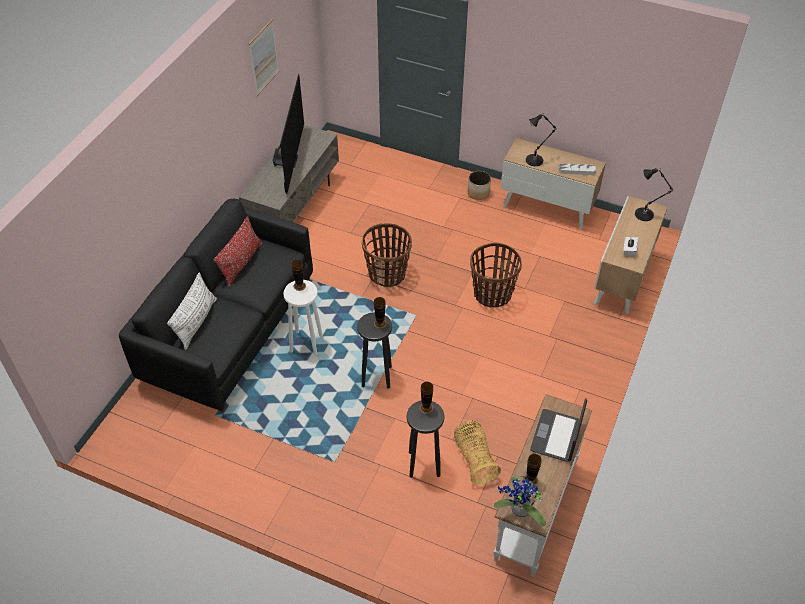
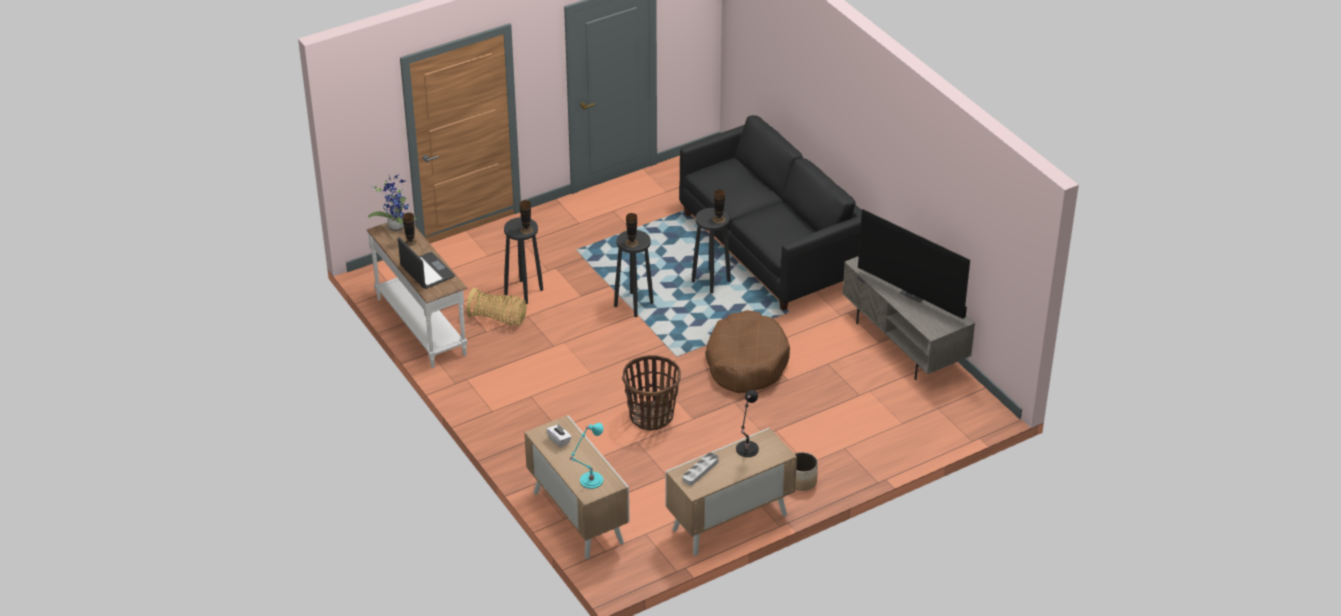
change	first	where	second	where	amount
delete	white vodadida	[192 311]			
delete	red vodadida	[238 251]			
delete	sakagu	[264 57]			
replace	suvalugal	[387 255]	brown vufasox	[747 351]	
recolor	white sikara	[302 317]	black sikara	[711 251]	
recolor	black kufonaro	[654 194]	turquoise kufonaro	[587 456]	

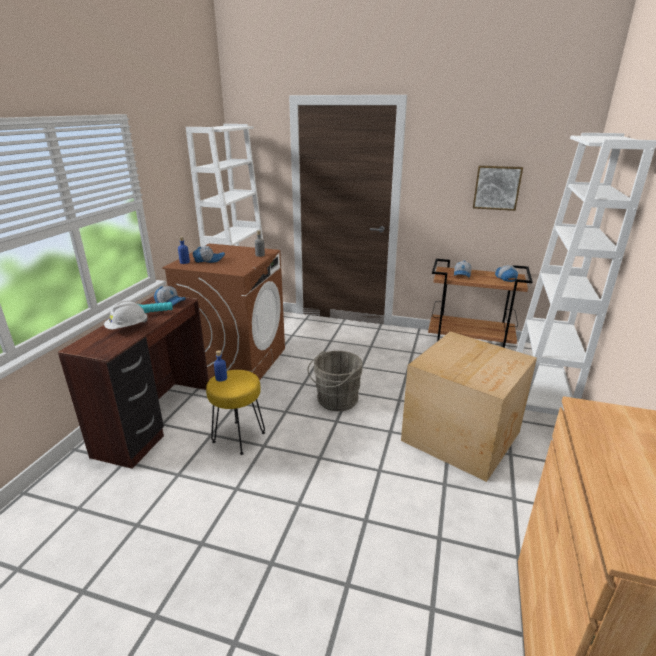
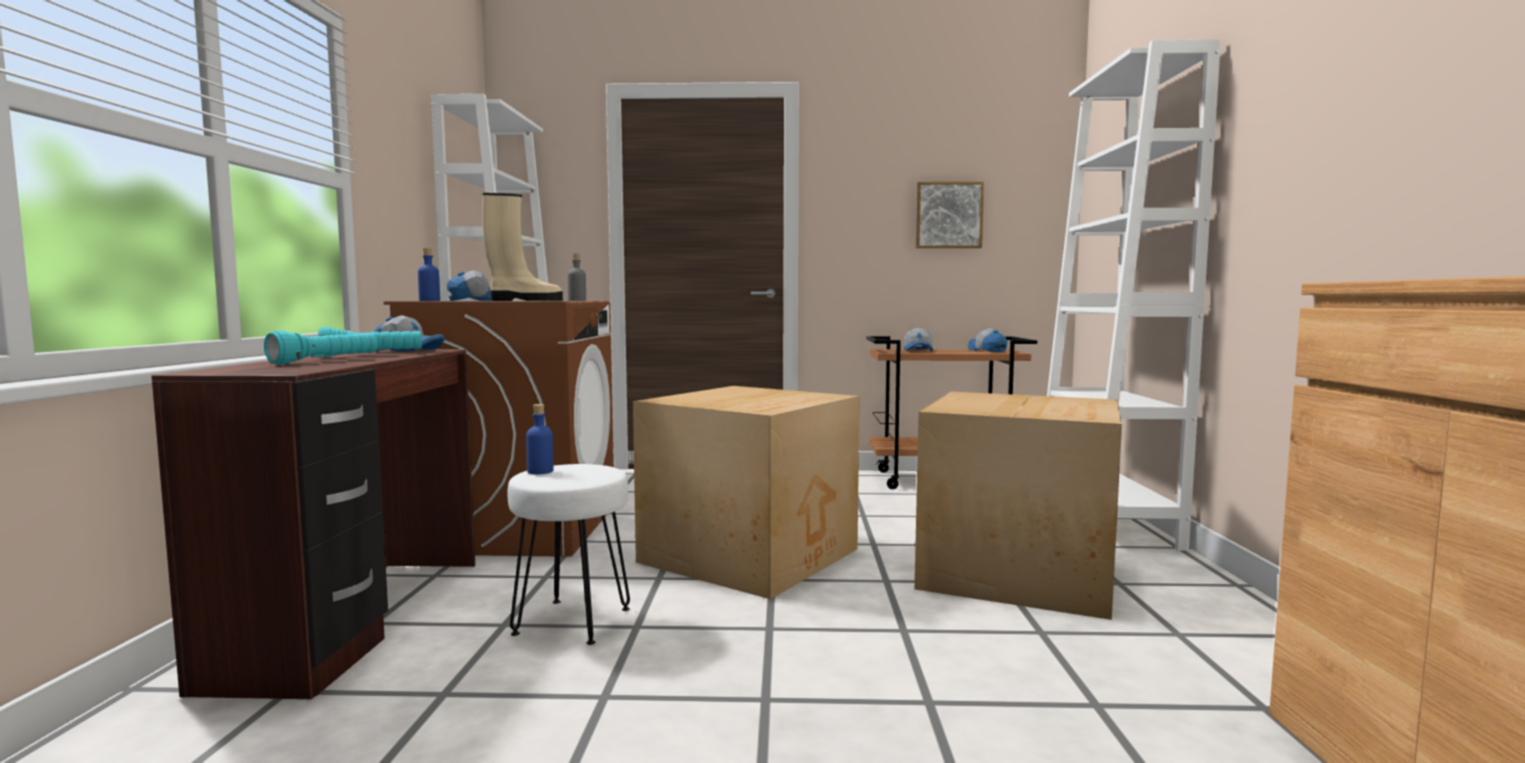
change	first	where	second	where	amount
insert			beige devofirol	[522 247]	
replace	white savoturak	[126 315]	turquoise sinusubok	[321 347]	
replace	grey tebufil	[335 381]	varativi	[746 492]	
recolor	yellow sikara	[235 412]	white sikara	[569 554]	

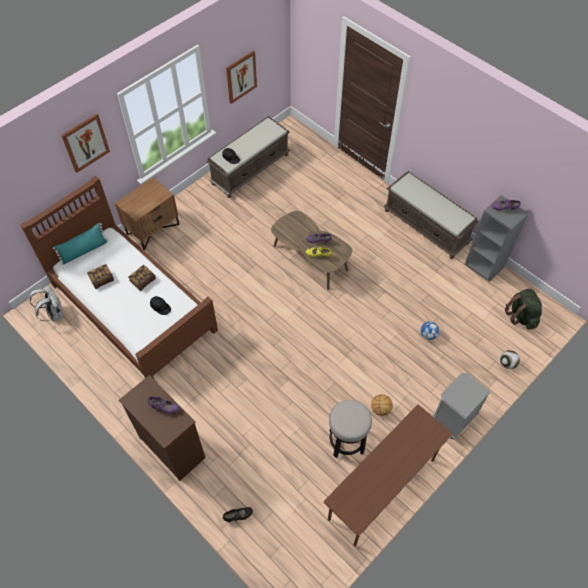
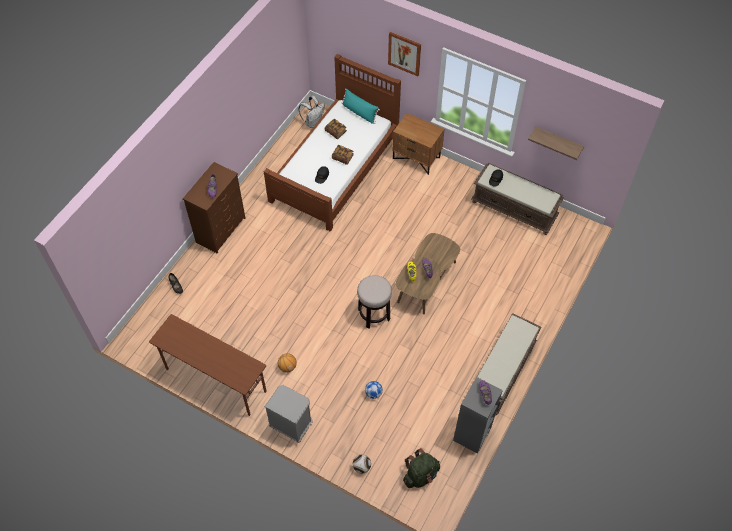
change	first	where	second	where	amount
move	sikara	[350 429]		[374 302]	
replace	sakagu	[241 77]	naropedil	[556 143]	

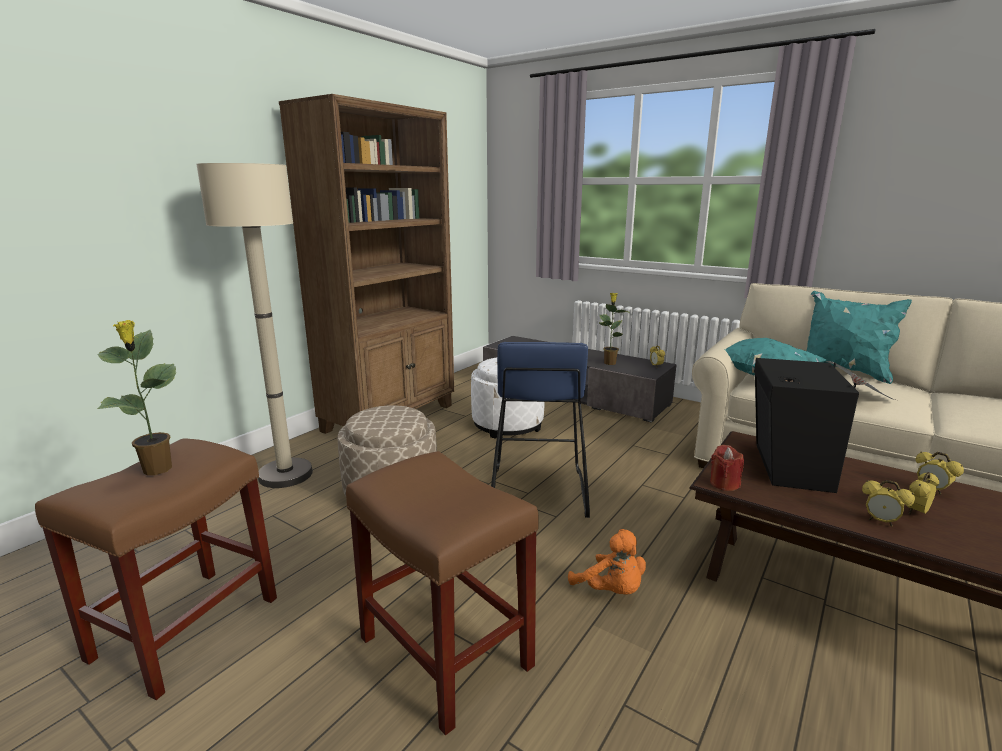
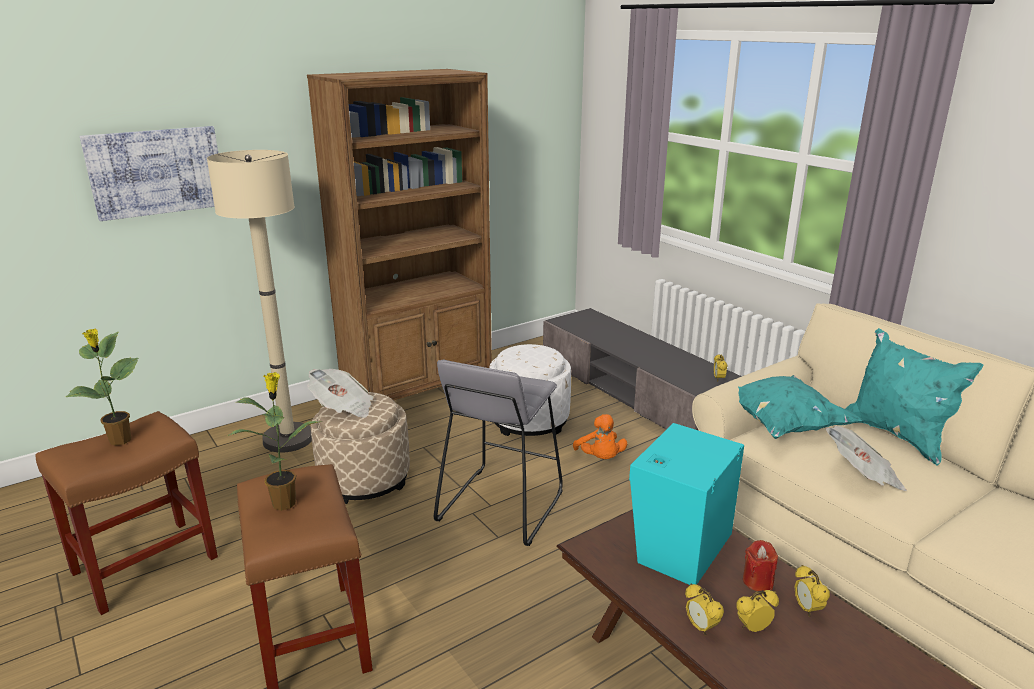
change	first	where	second	where	amount
insert			sakagu	[149 173]	
insert			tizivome	[340 393]	
move	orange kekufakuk	[607 562]		[600 436]	
move	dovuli	[614 329]		[274 441]	
move	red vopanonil	[727 468]		[760 565]	
recolor	blue sikara	[540 430]	grey sikara	[498 453]	
recolor	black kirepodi	[806 425]	turquoise kirepodi	[686 504]	

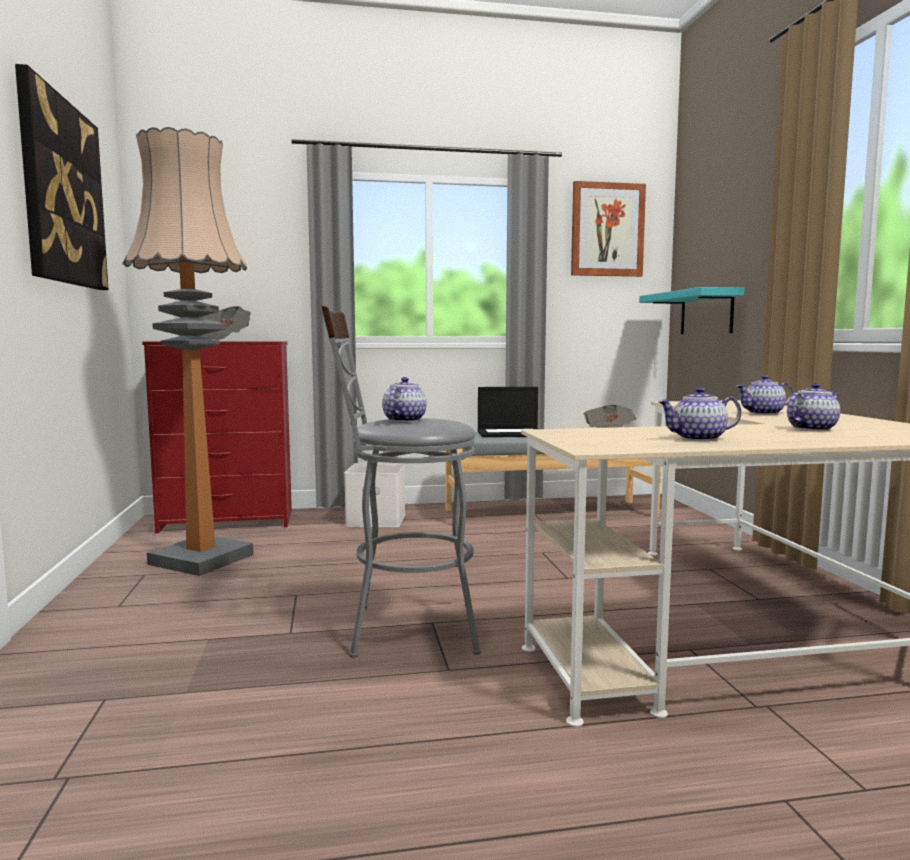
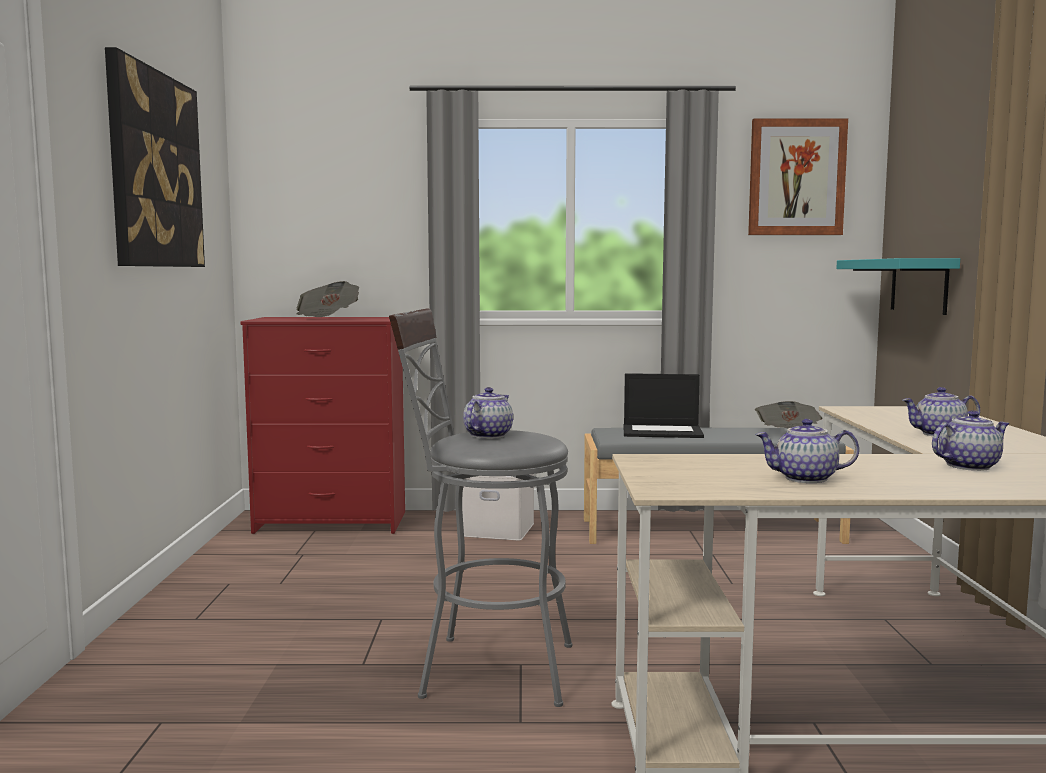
change	first	where	second	where	amount
delete	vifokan	[187 351]			

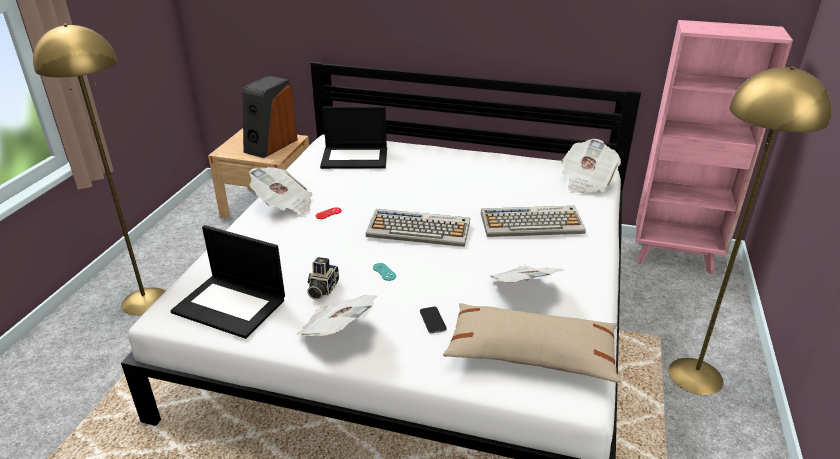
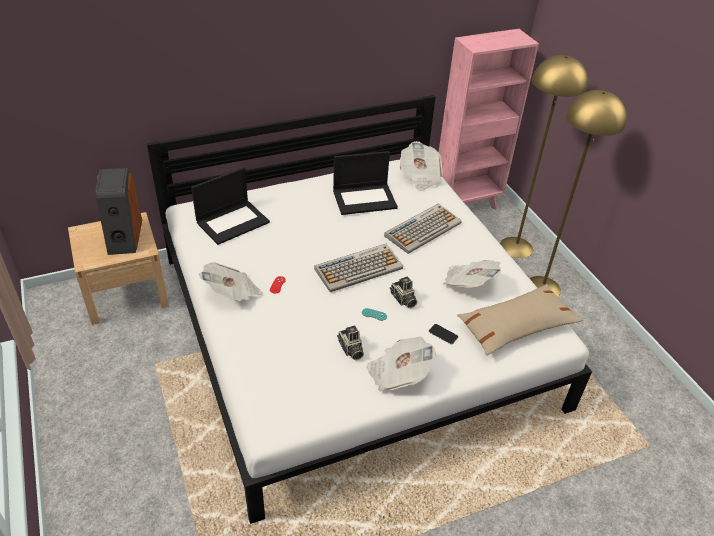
change	first	where	second	where	amount
insert			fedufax	[403 292]	
move	yellow vifokan	[99 170]		[544 156]	
move	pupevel	[227 282]		[365 183]	

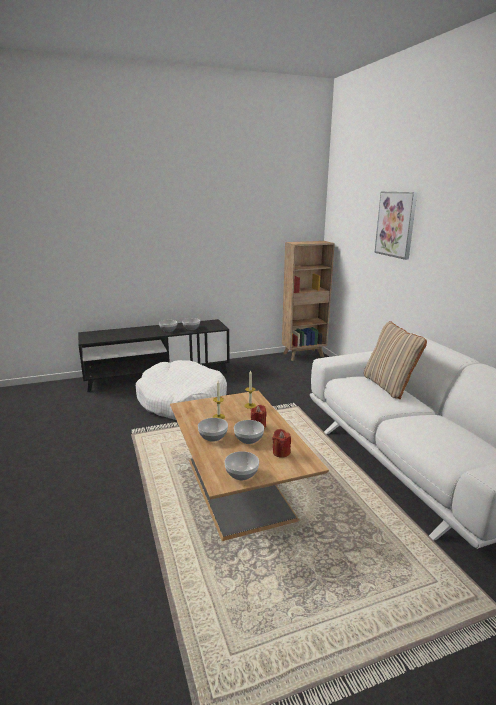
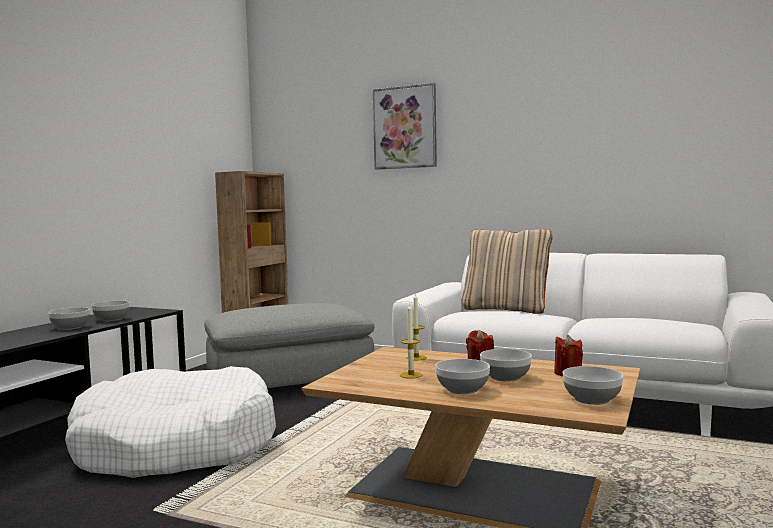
change	first	where	second	where	amount
insert			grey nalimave	[289 345]	

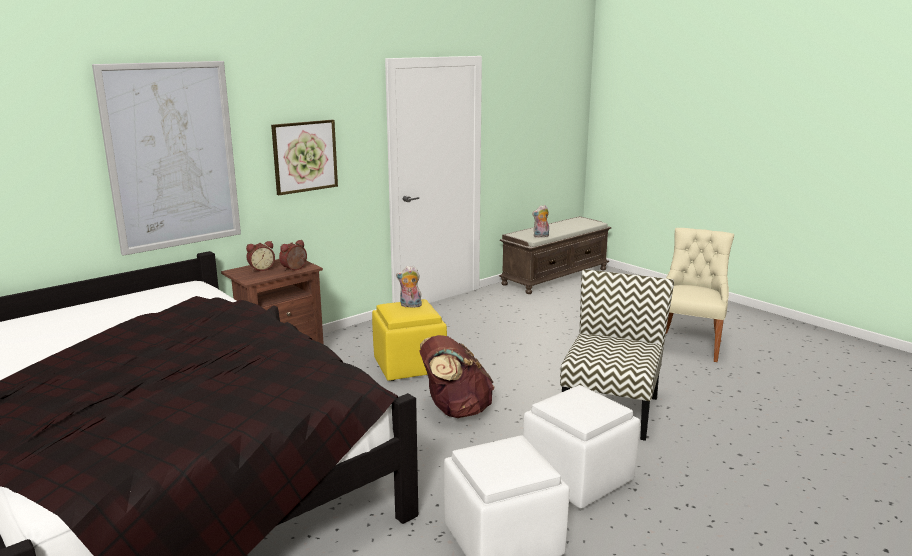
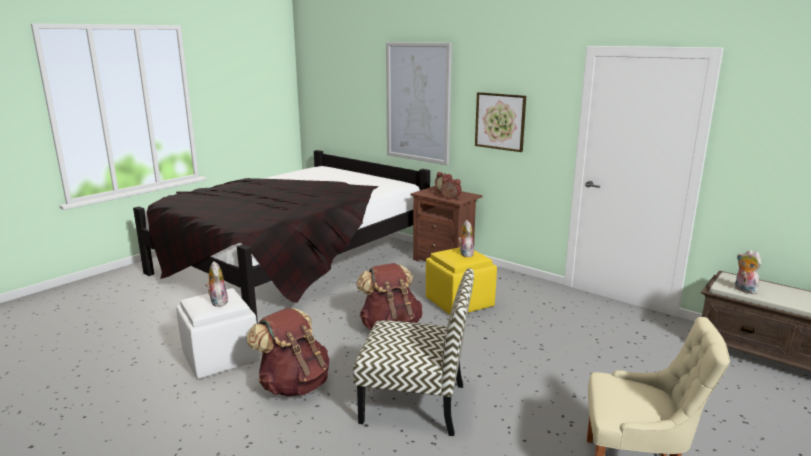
change	first	where	second	where	amount
insert			kekufakuk	[216 284]	
replace	white nalimave	[581 447]	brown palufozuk	[288 352]	

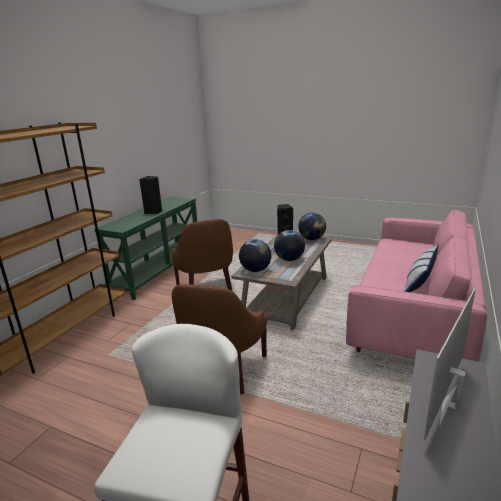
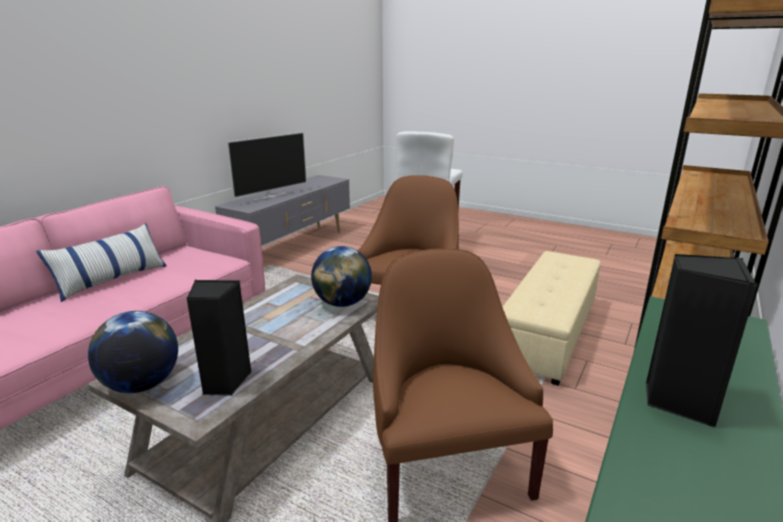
change	first	where	second	where	amount
delete	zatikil	[289 245]			
insert			beige nalimave	[552 318]	

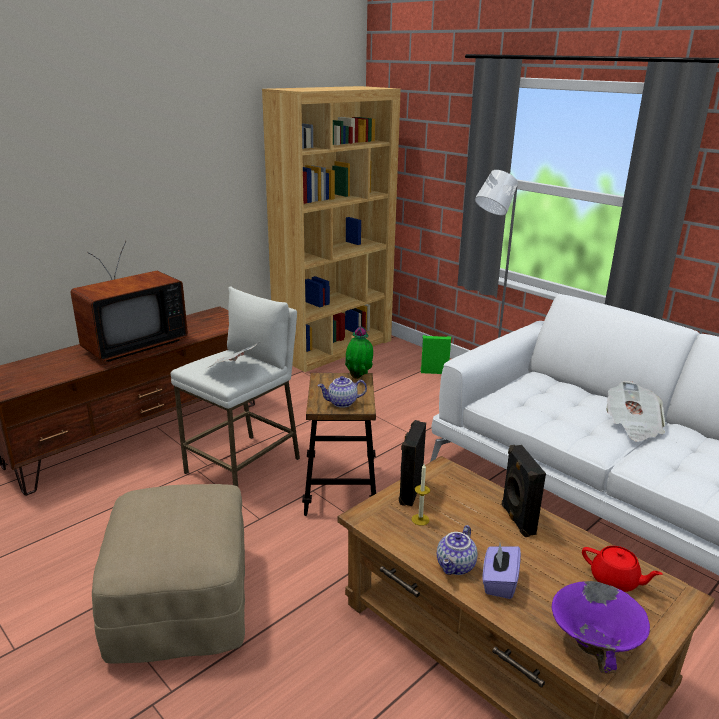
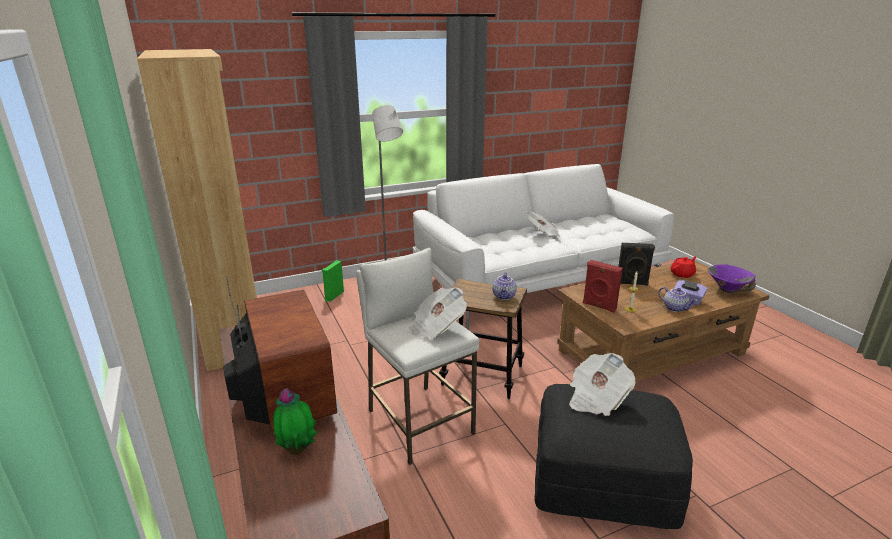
change	first	where	second	where	amount
insert			tizivome	[603 384]	
move	dovuli	[359 352]		[295 421]	
recolor	beige nalimave	[168 573]	black nalimave	[614 456]	
recolor	black kirepodi	[412 463]	red kirepodi	[603 286]	

